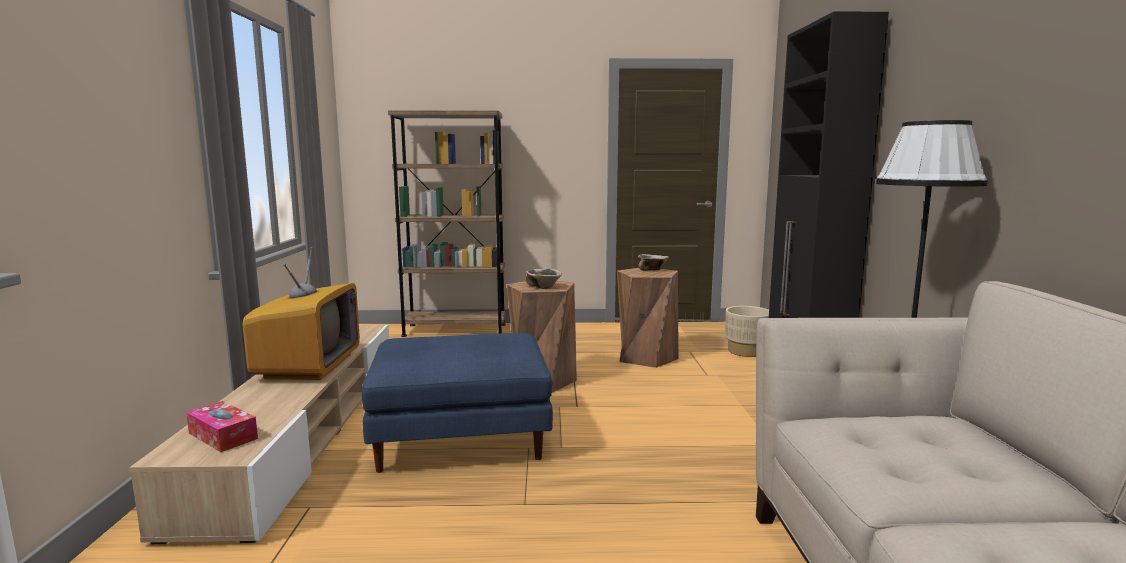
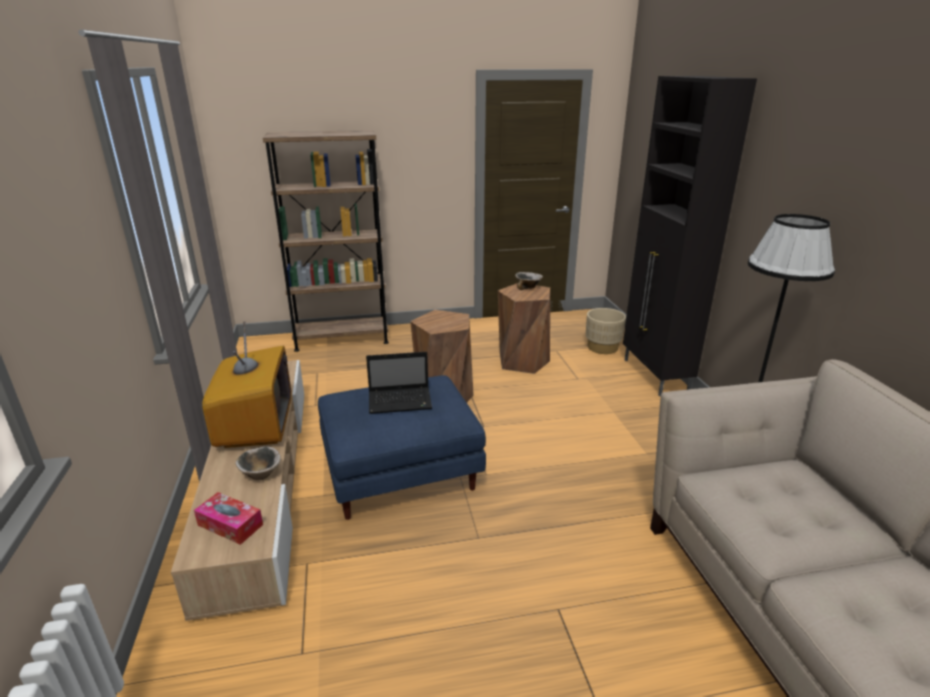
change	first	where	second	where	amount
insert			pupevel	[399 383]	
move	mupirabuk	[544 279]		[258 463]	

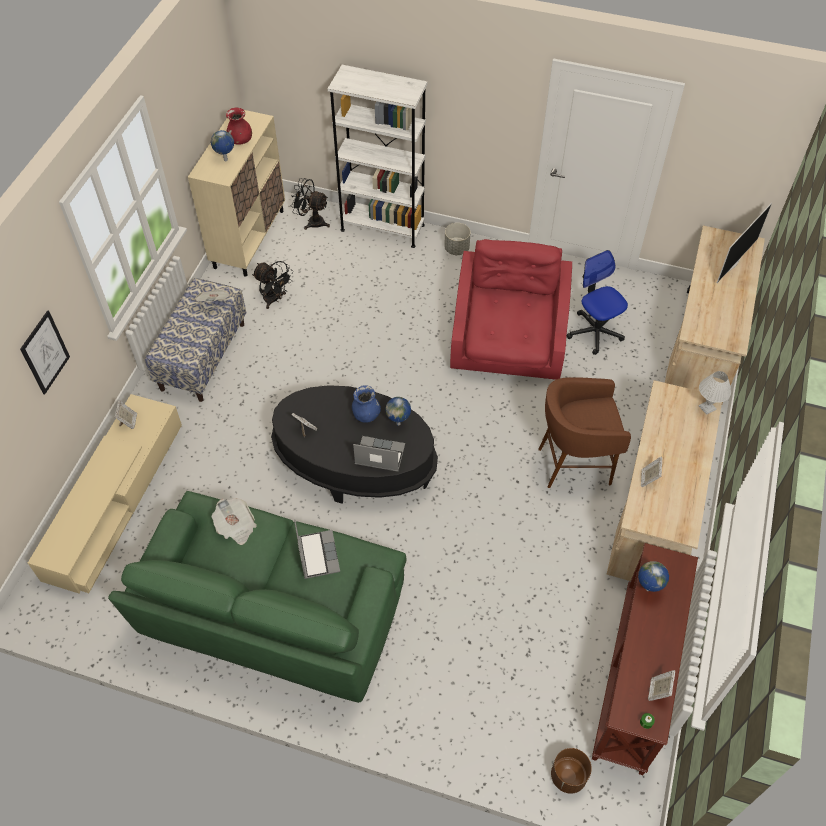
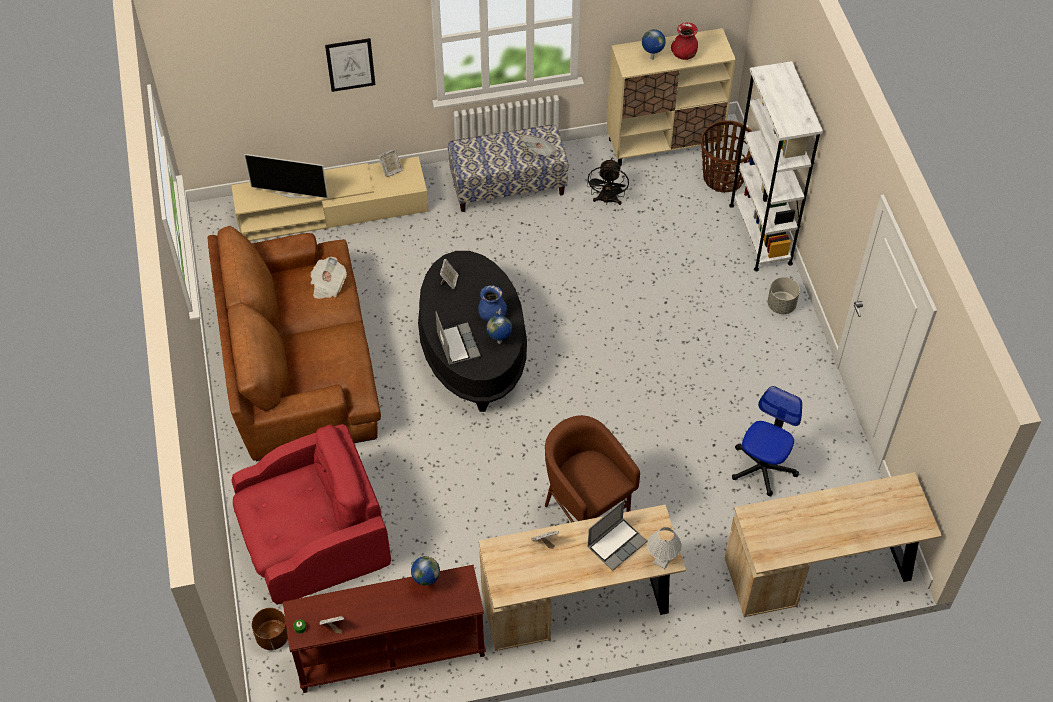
change	first	where	second	where	amount
move	pupevel	[317 549]		[617 535]	
move	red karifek	[511 309]		[311 514]	
move	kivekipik	[744 242]		[286 176]	
replace	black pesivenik	[310 204]	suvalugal	[727 156]	
recolor	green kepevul	[257 597]	brown kepevul	[294 343]	

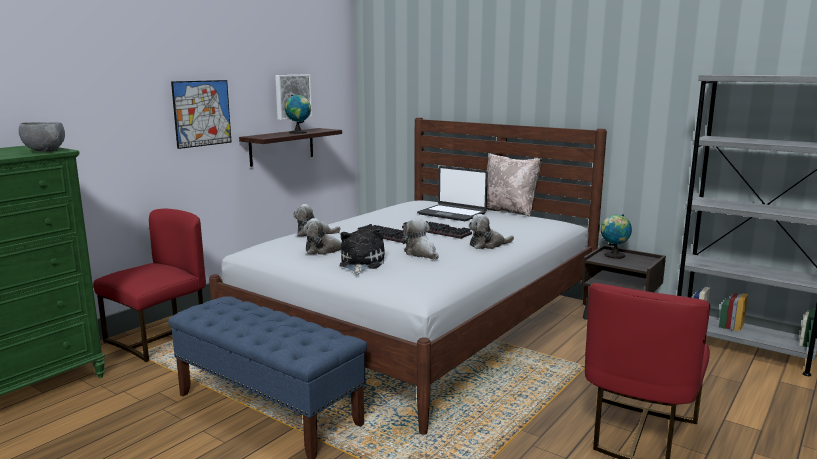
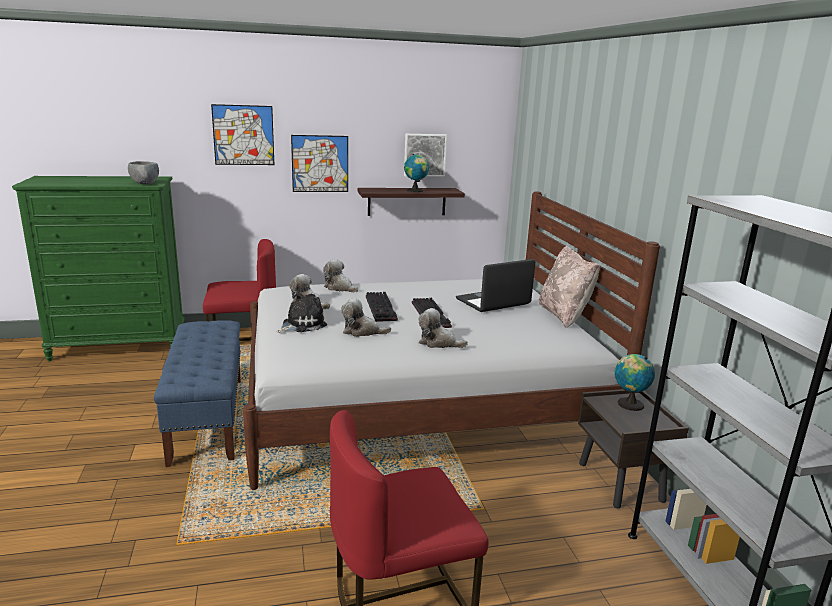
change	first	where	second	where	amount
insert			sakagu	[242 134]	
rotate	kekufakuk	[421 239]		[366 317]	90 degrees counterclockwise
rotate	pupevel	[452 193]		[495 285]	75 degrees clockwise

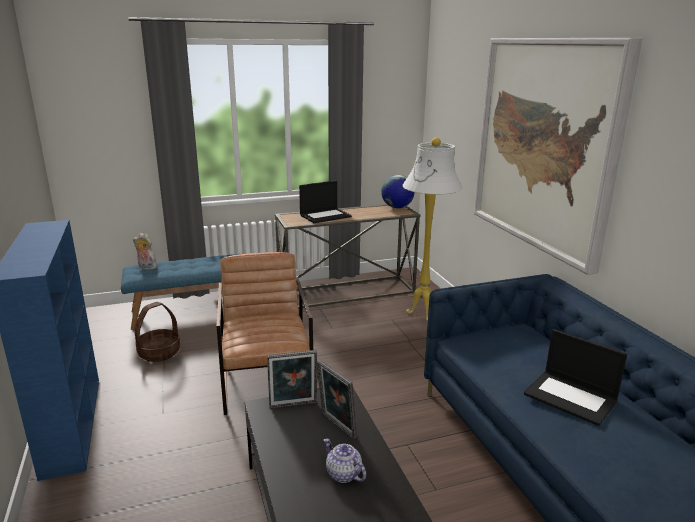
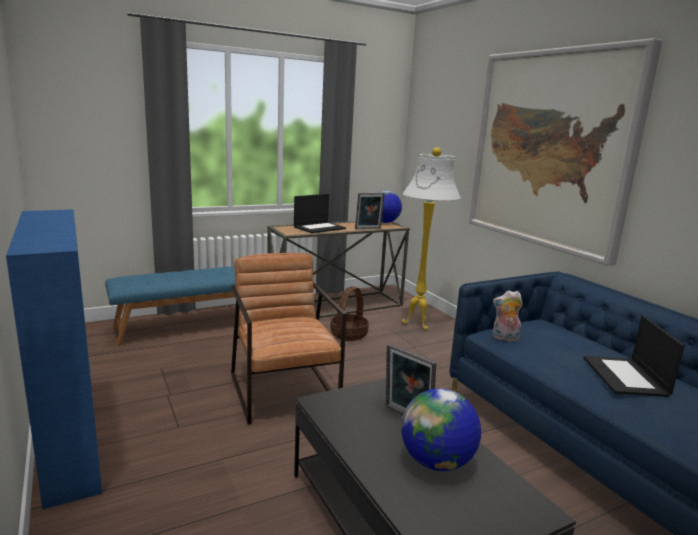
change	first	where	second	where	amount
move	kekufakuk	[145 251]		[508 315]	
move	suvalugal	[157 332]		[349 313]	
move	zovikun	[292 379]		[370 211]	
replace	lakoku	[345 461]	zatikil	[441 429]	
rotate	pupevel	[575 377]		[634 356]	60 degrees clockwise

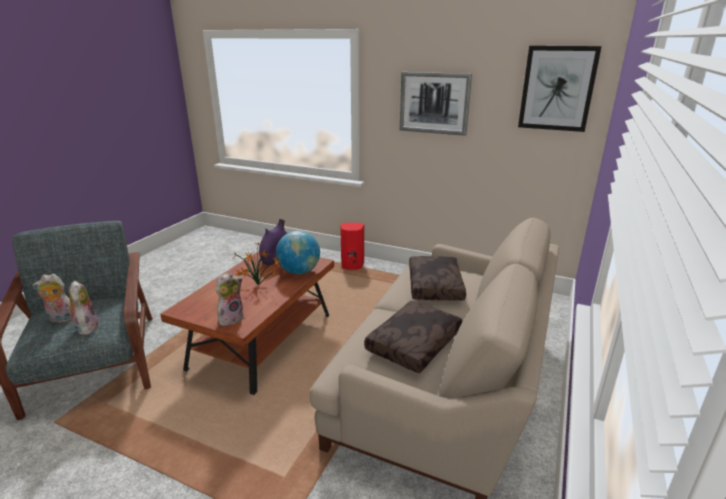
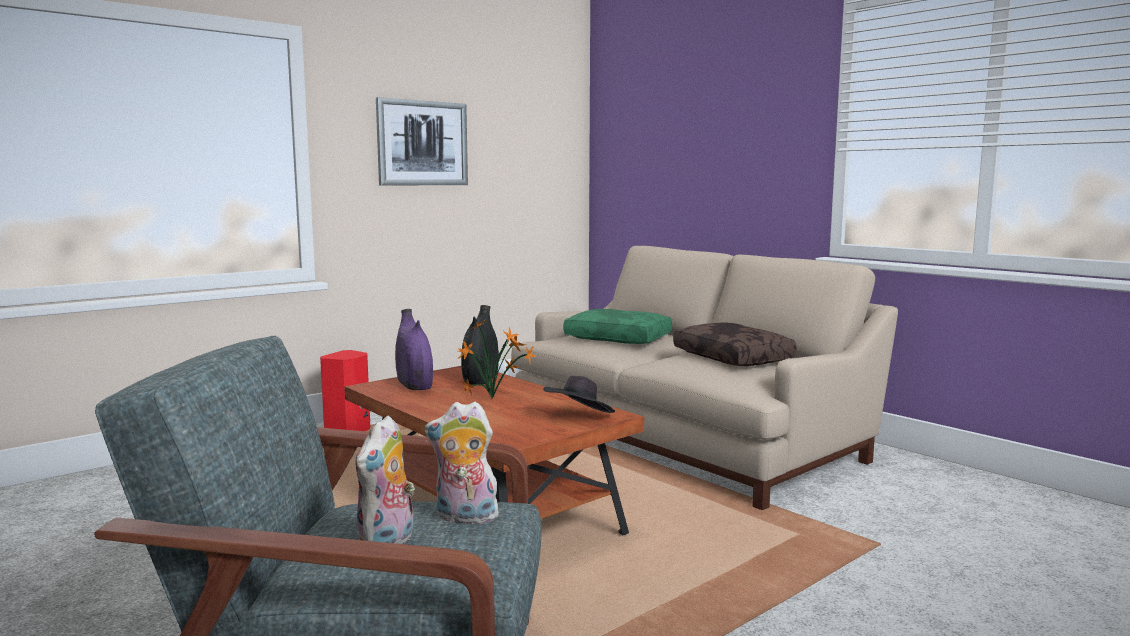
change	first	where	second	where	amount
delete	sakagu	[560 89]			
replace	kekufakuk	[230 299]	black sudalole	[579 394]	
replace	zatikil	[298 252]	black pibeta	[480 345]	
recolor	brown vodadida	[437 278]	green vodadida	[617 326]	

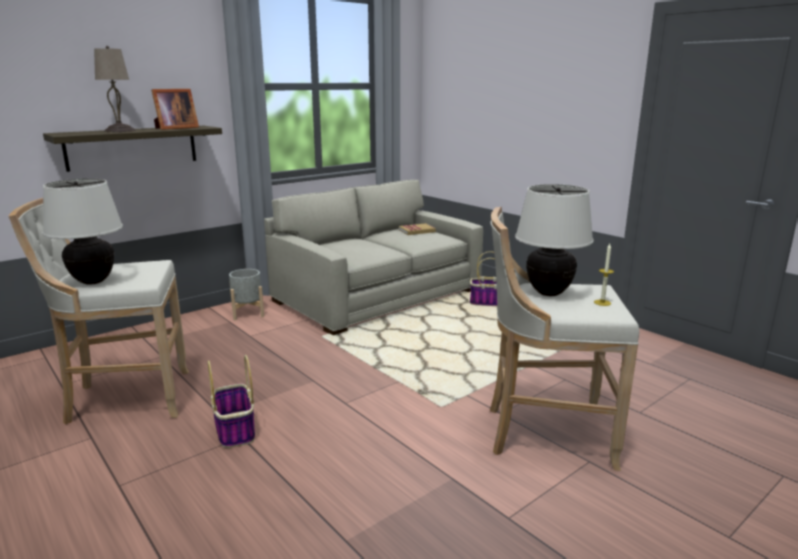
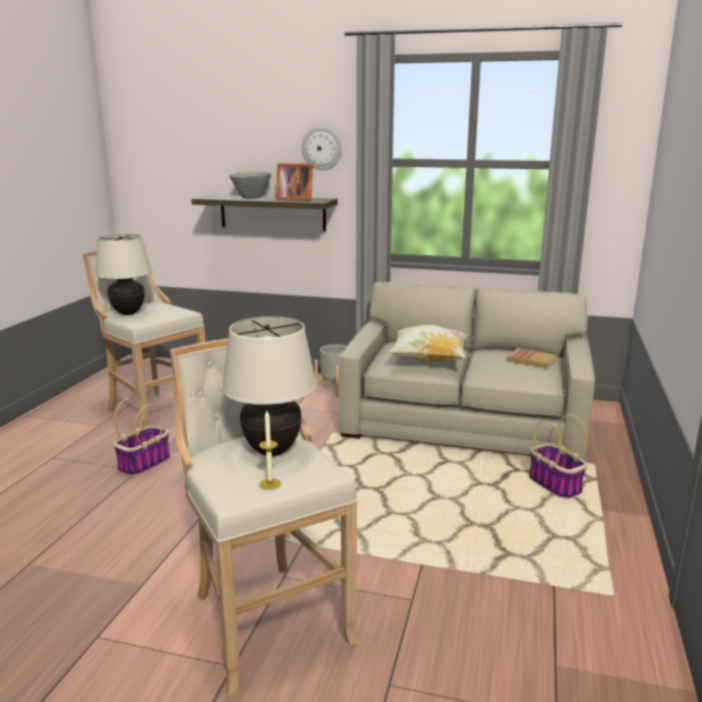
change	first	where	second	where	amount
insert			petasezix	[322 148]	
insert			vodadida	[428 344]	
replace	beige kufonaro	[115 89]	grey mupirabuk	[250 185]	

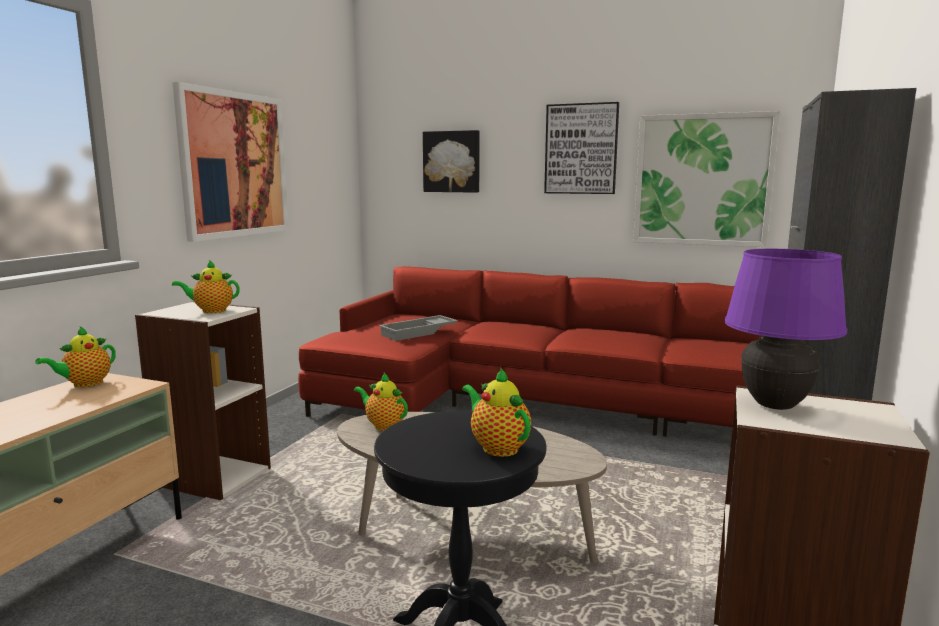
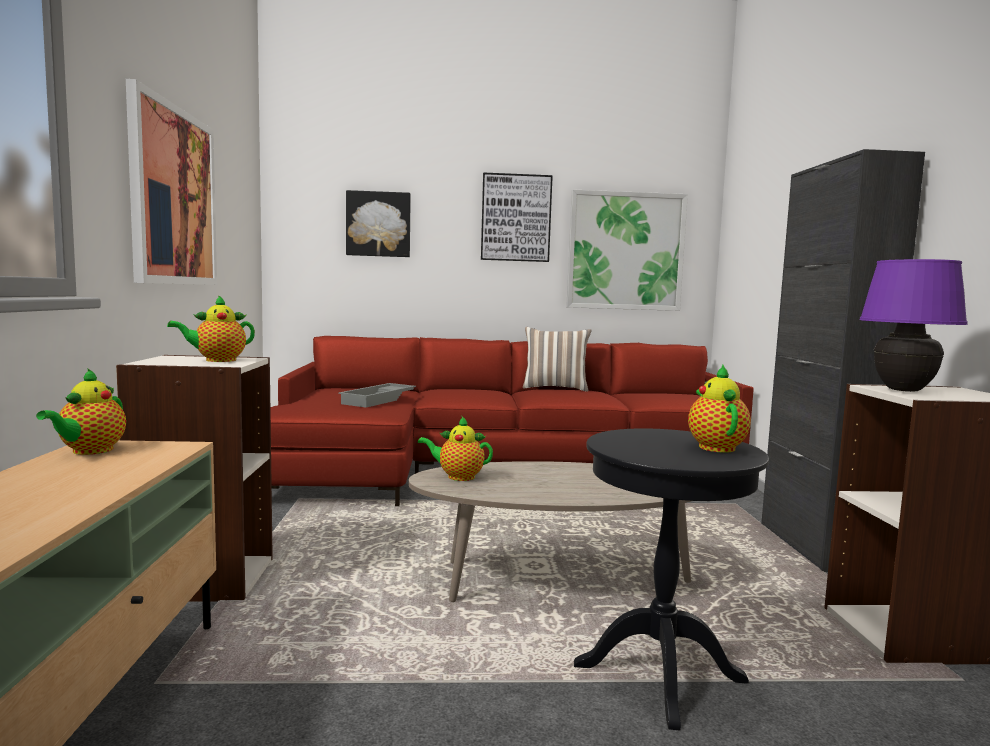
change	first	where	second	where	amount
insert			vodadida	[557 359]	
rotate	lakoku	[496 412]		[719 409]	60 degrees clockwise

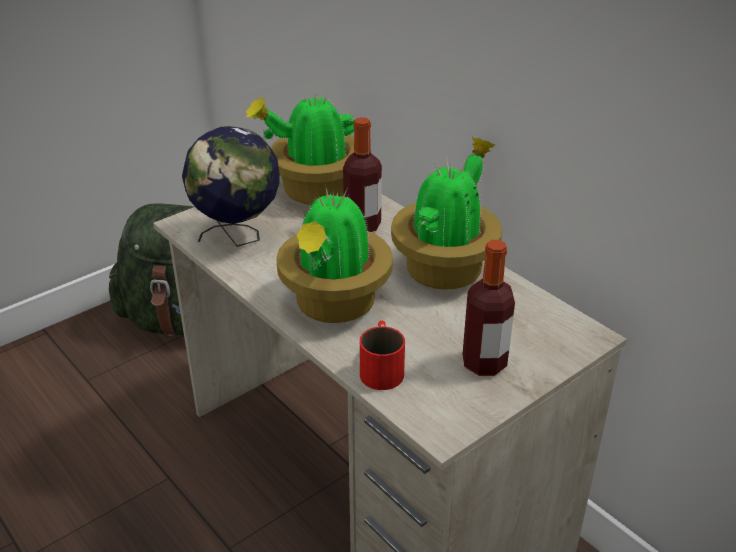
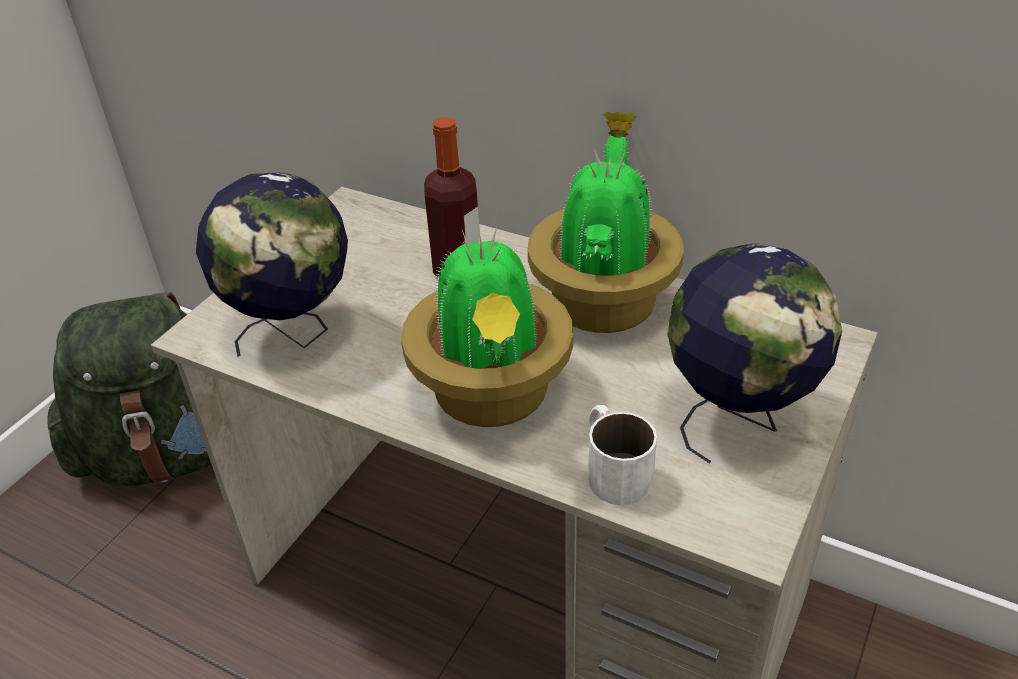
change	first	where	second	where	amount
delete	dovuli	[301 146]			
replace	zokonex	[488 308]	zatikil	[754 353]	
recolor	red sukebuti	[382 355]	white sukebuti	[622 455]	

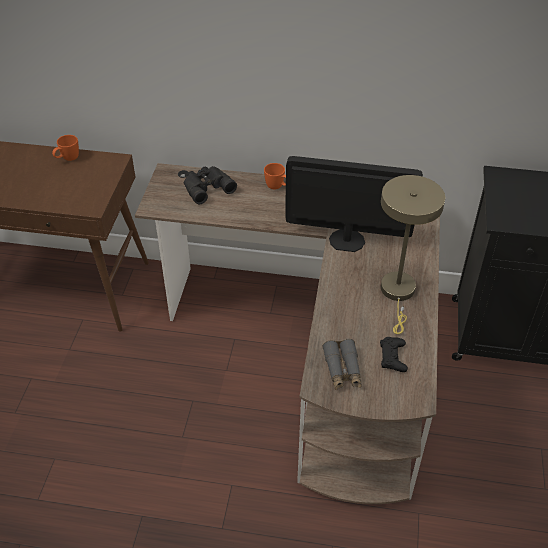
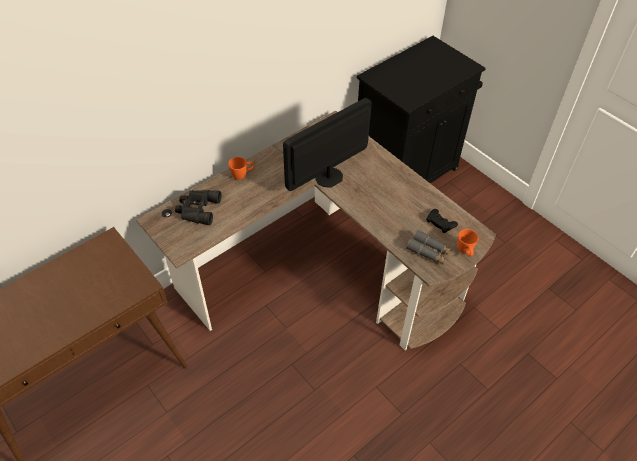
change	first	where	second	where	amount
delete	beige kufonaro	[413 254]			
move	orange sukebuti	[65 148]		[467 243]	

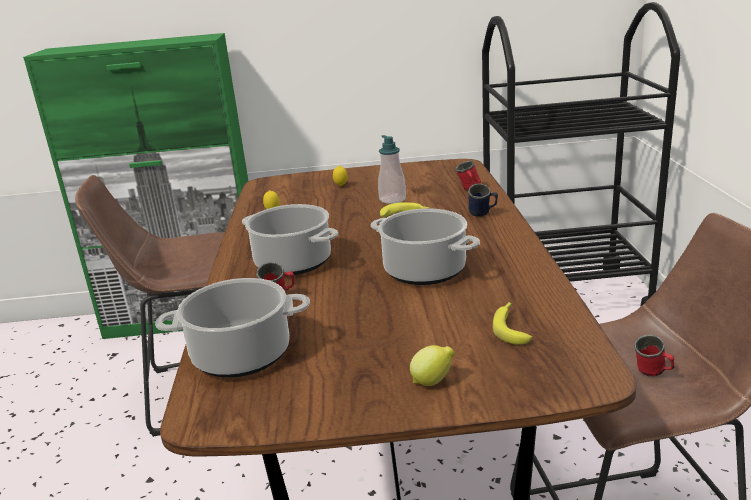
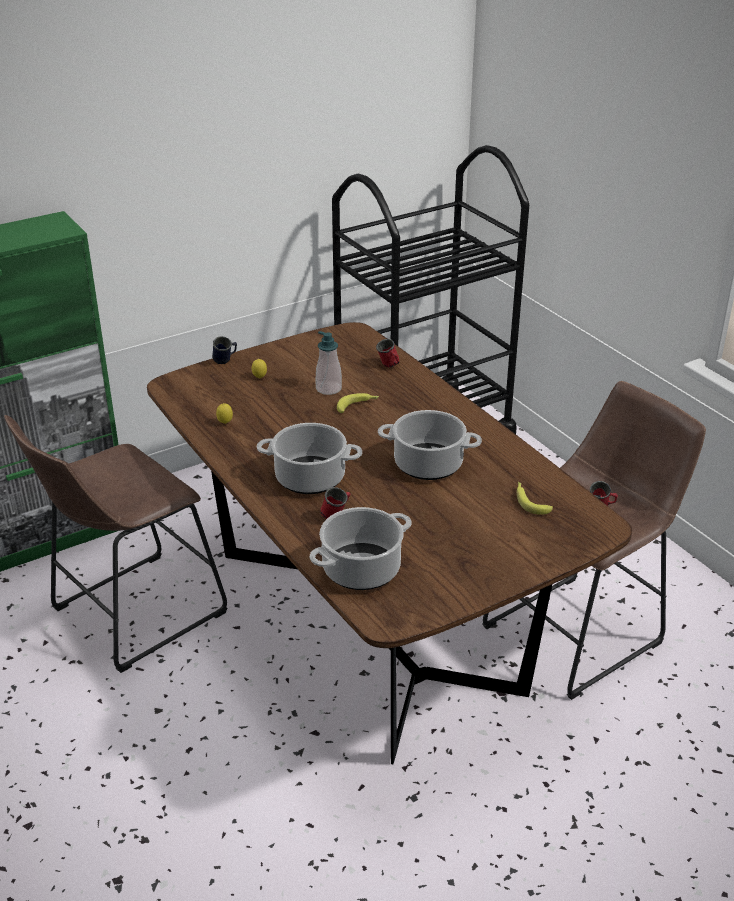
change	first	where	second	where	amount
delete	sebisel	[432 365]			
move	blue sukebuti	[483 200]		[224 350]	

